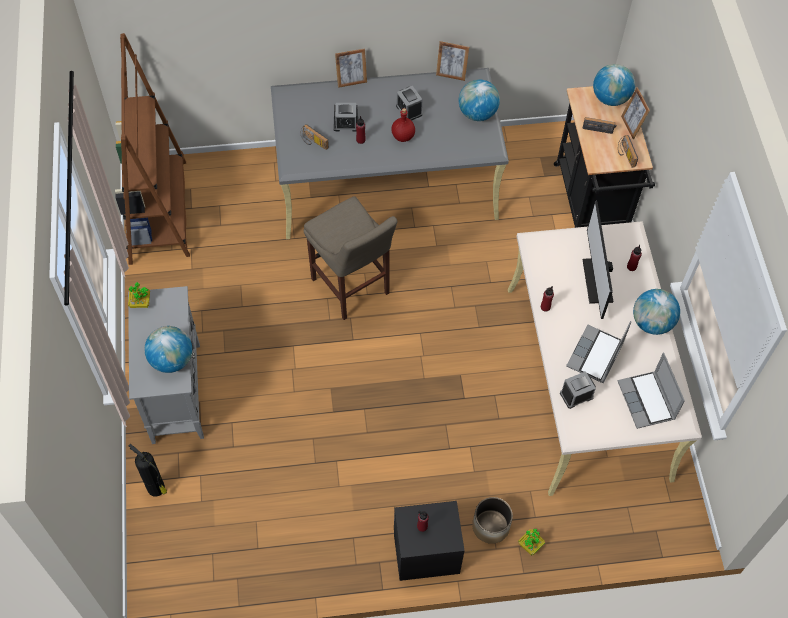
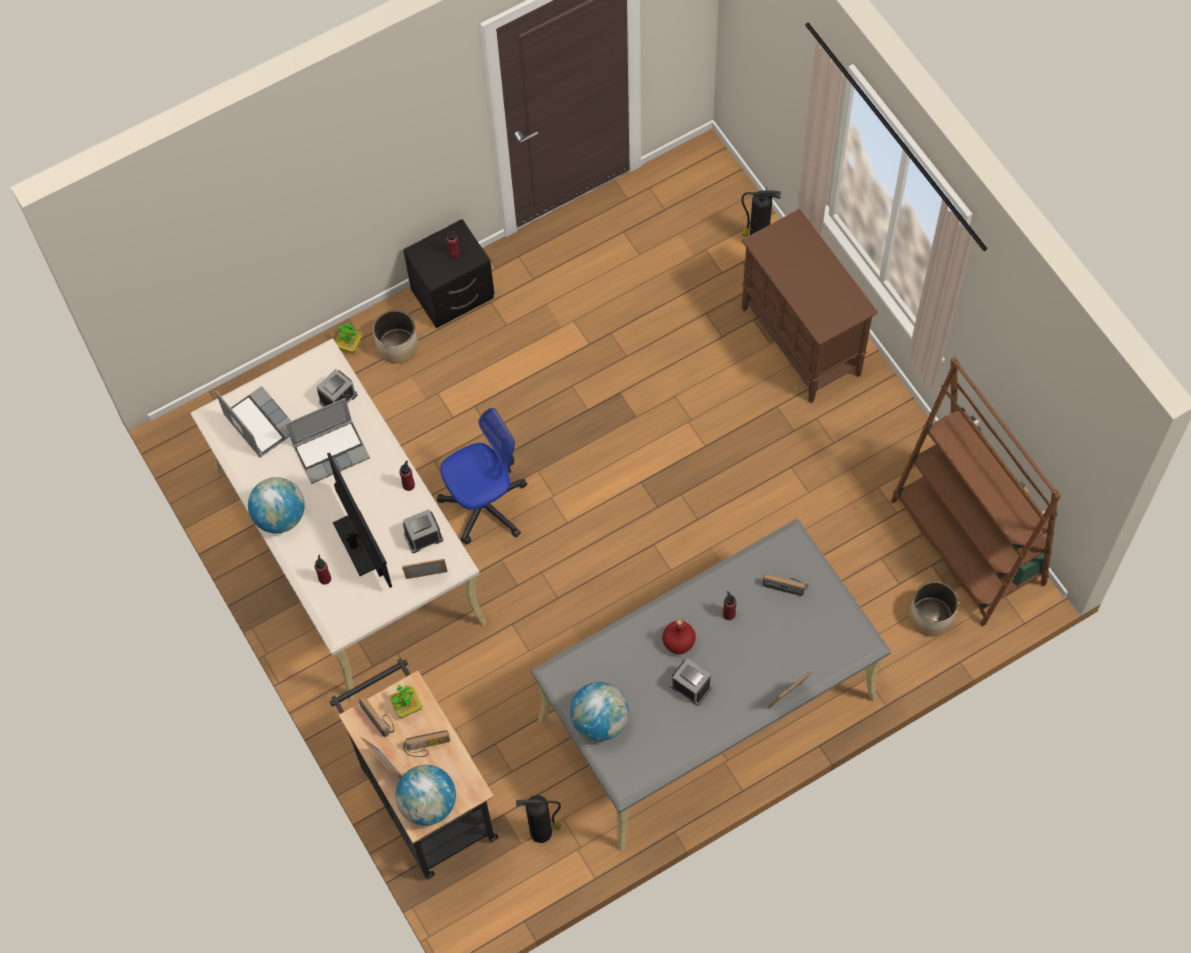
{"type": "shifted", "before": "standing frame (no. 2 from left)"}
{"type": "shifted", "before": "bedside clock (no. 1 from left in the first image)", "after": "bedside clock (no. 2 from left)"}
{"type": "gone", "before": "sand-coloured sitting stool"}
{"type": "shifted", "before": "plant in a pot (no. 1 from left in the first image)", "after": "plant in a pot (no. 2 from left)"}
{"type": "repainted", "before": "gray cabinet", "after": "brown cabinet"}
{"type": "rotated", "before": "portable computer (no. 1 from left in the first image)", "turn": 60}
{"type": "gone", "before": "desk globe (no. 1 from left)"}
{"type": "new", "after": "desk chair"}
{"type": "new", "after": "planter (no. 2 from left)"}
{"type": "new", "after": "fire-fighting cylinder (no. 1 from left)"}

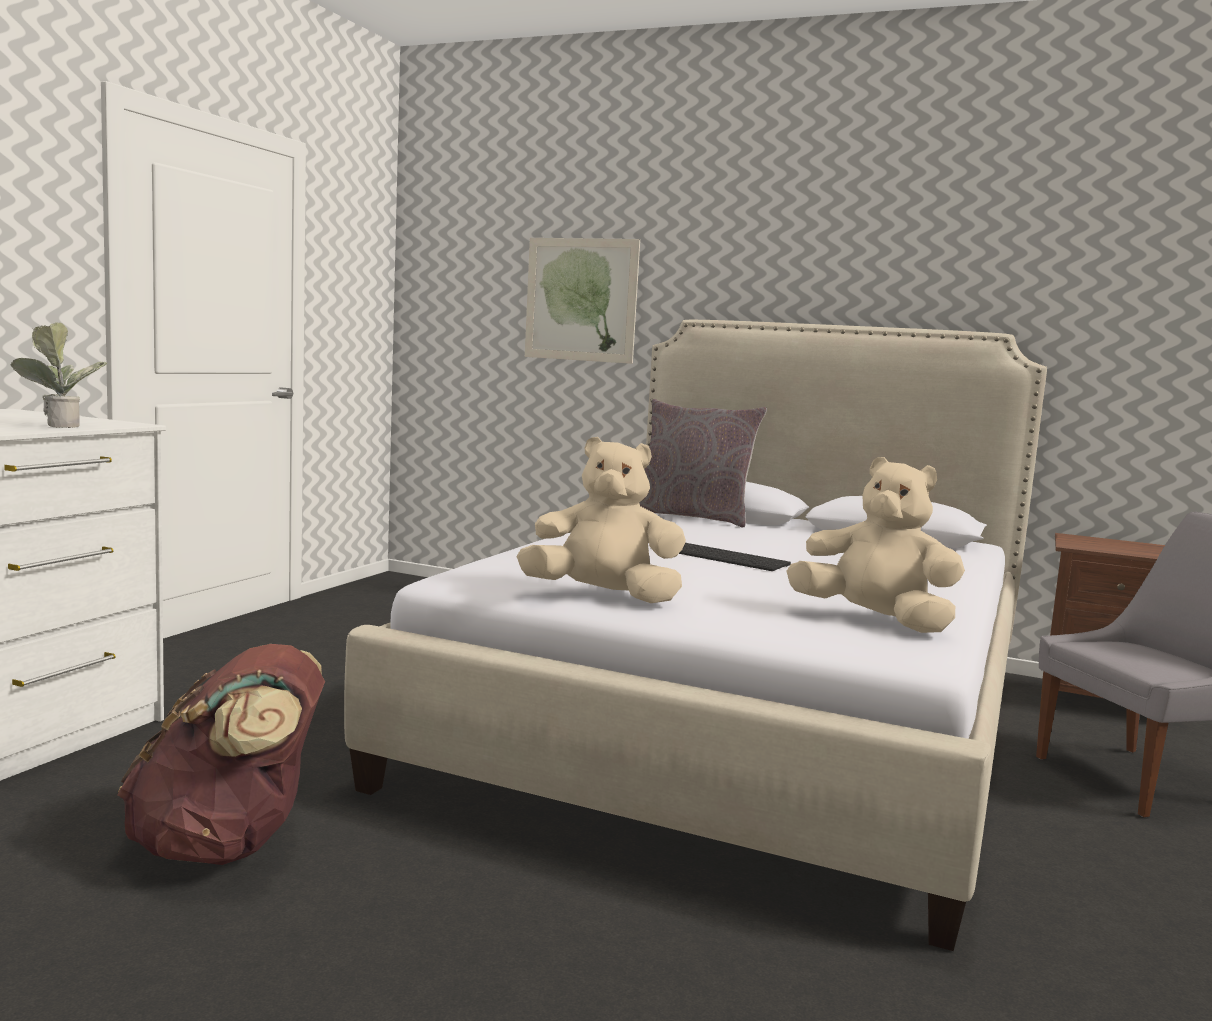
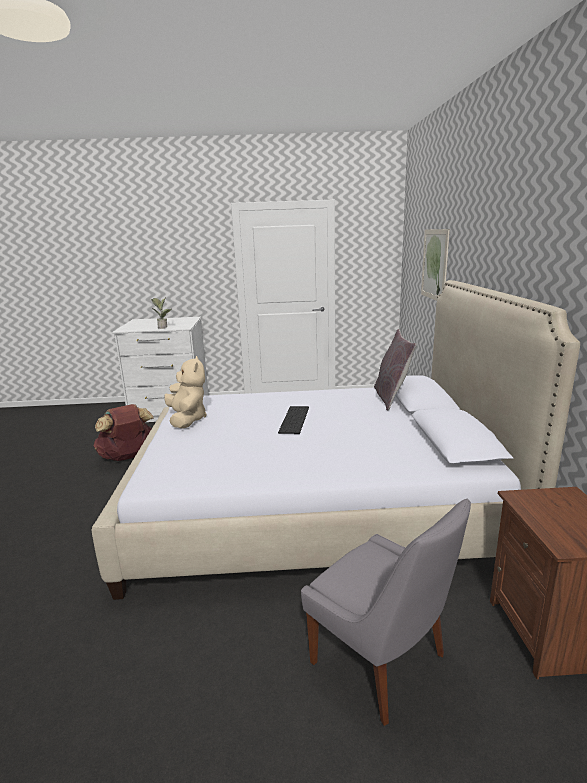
{"type": "gone", "before": "sand-coloured soft toy (no. 2 from left)"}

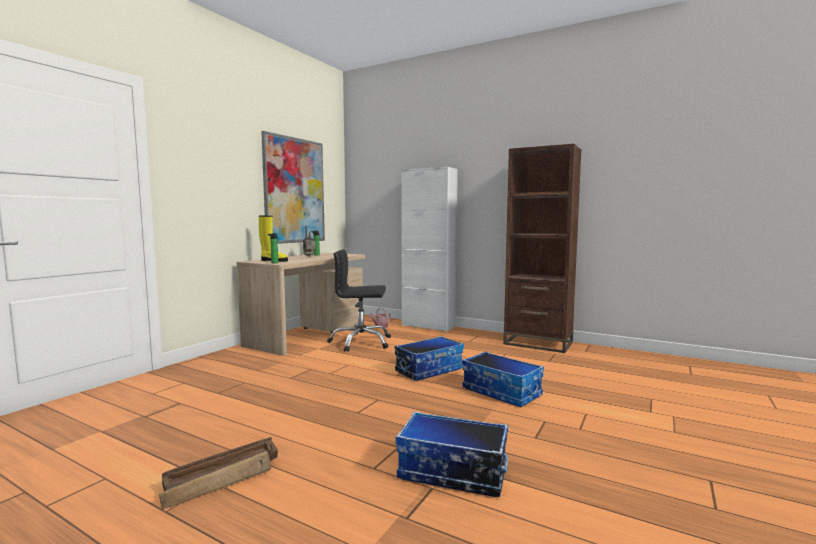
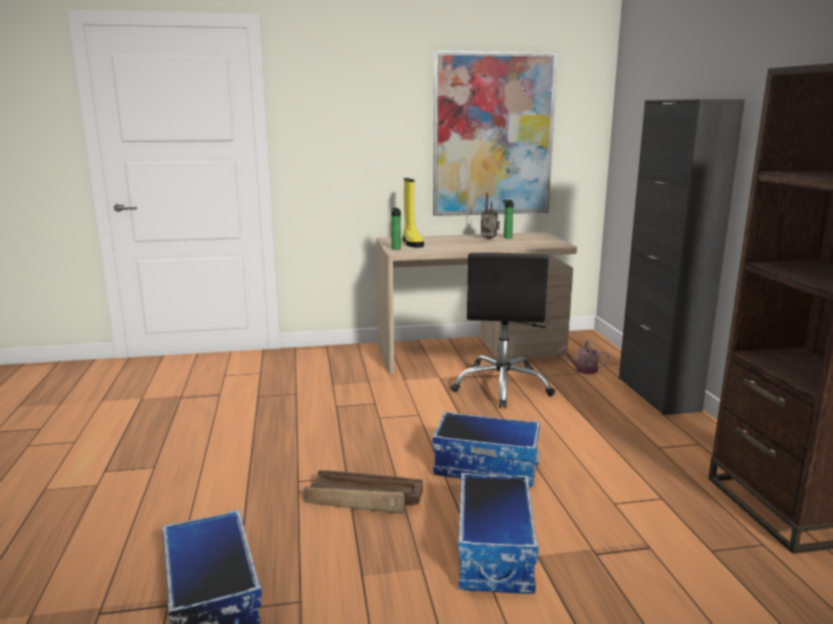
{"type": "repainted", "before": "whitish cabinet", "after": "black-coloured cabinet"}
{"type": "rotated", "before": "black-coloured desk chair", "turn": -135}
{"type": "shifted", "before": "shipping crate"}

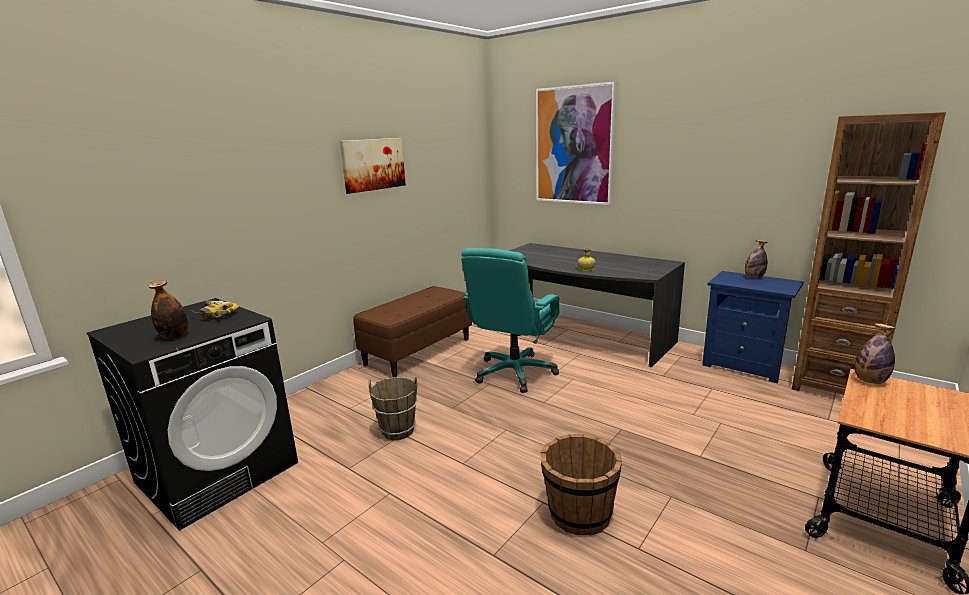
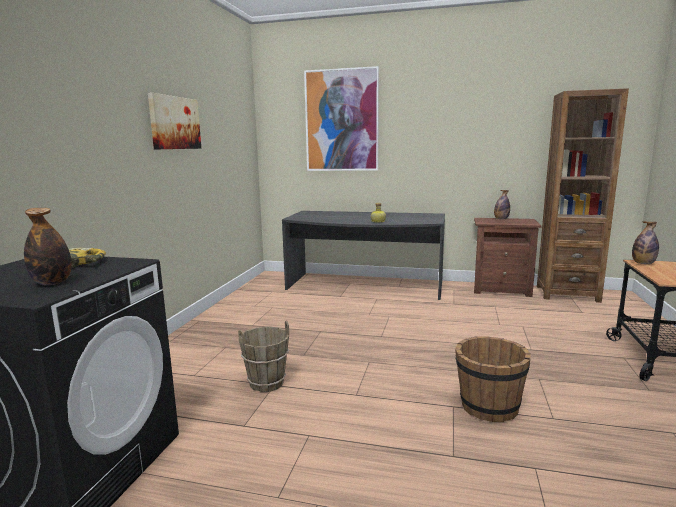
{"type": "gone", "before": "blue-green desk chair"}
{"type": "repainted", "before": "blue-coloured bedside table", "after": "brown bedside table"}
{"type": "gone", "before": "brown long seat"}

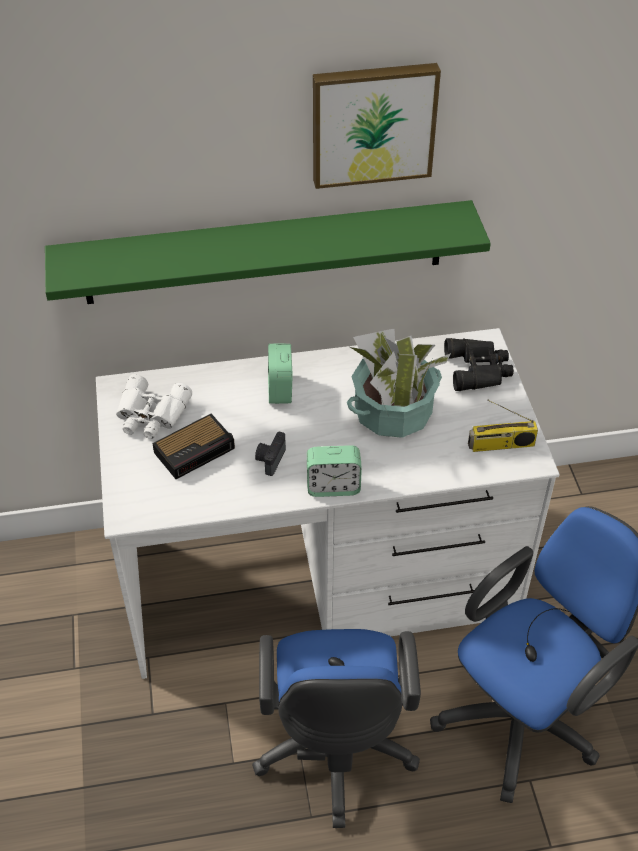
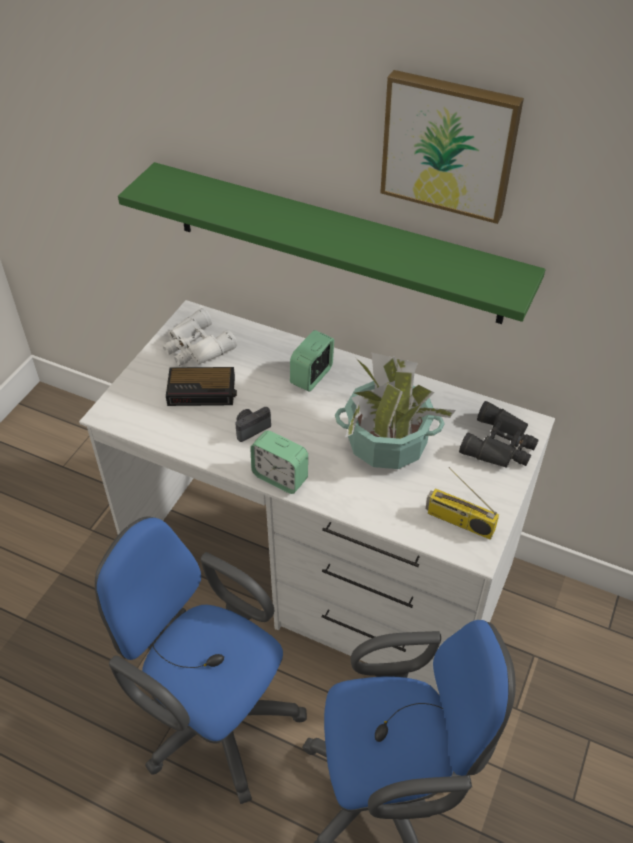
{"type": "rotated", "before": "blue-coloured desk chair (no. 1 from left)", "turn": 90}

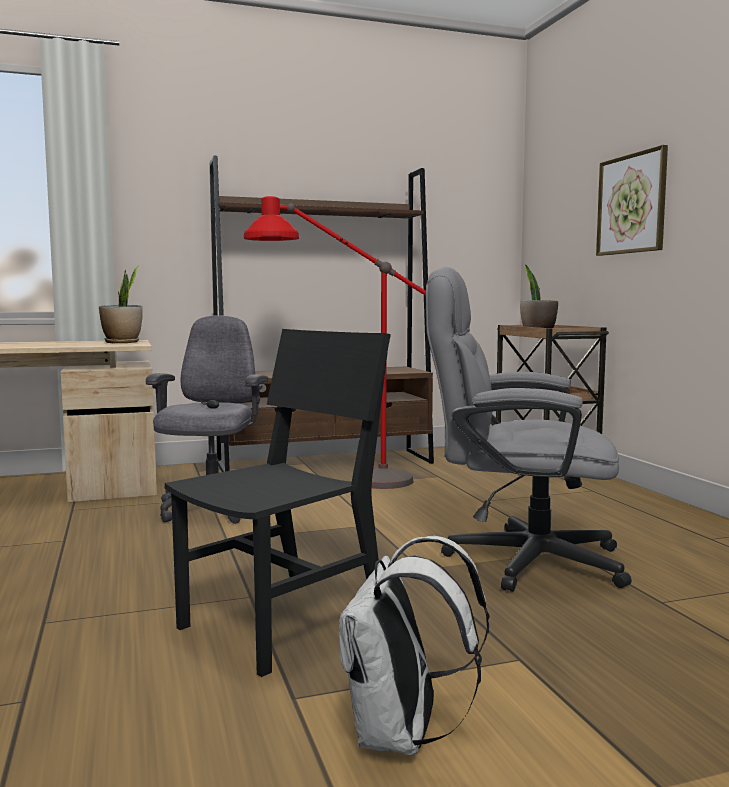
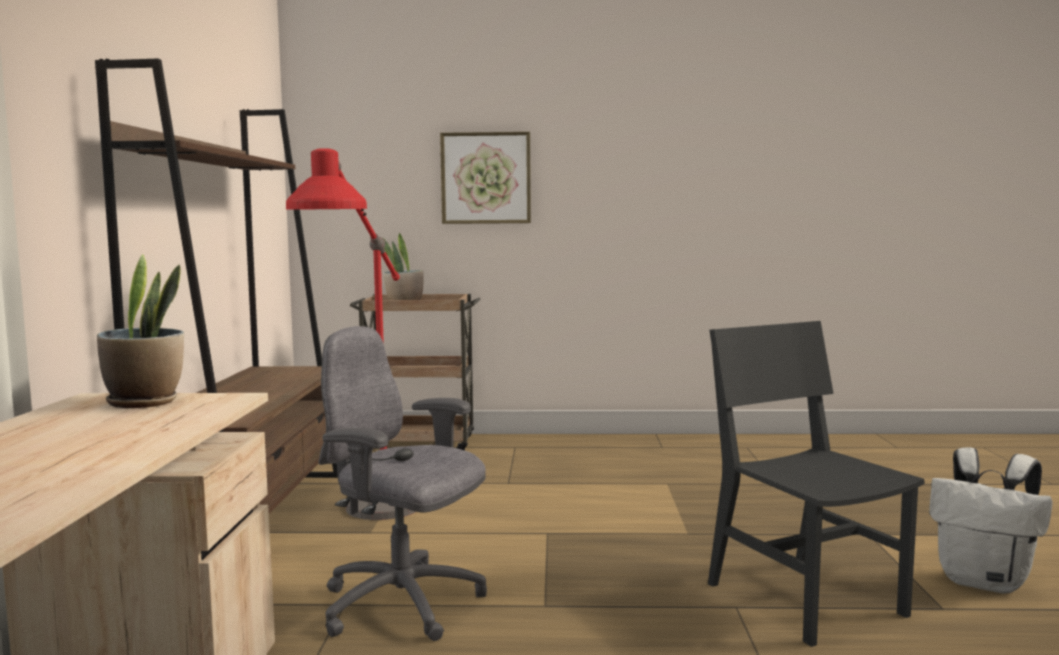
{"type": "gone", "before": "gray desk chair (no. 2 from left)"}

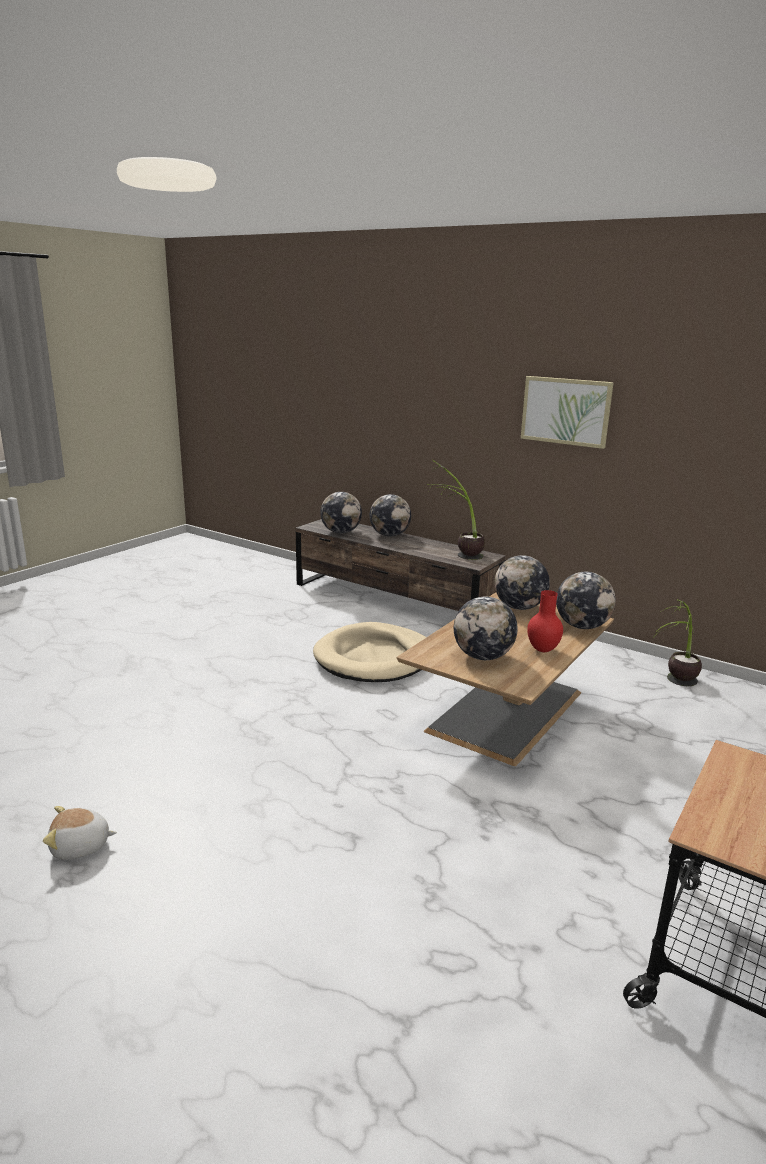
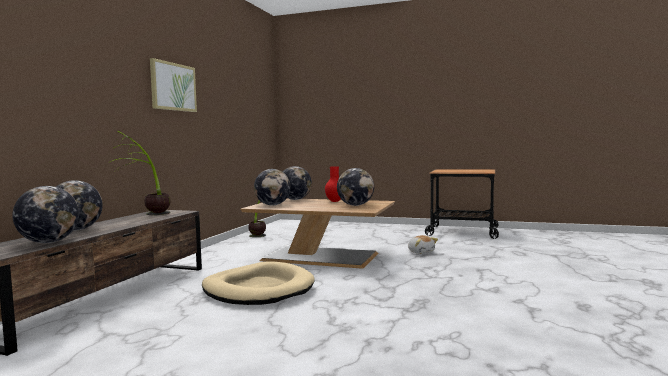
{"type": "shifted", "before": "soft toy"}

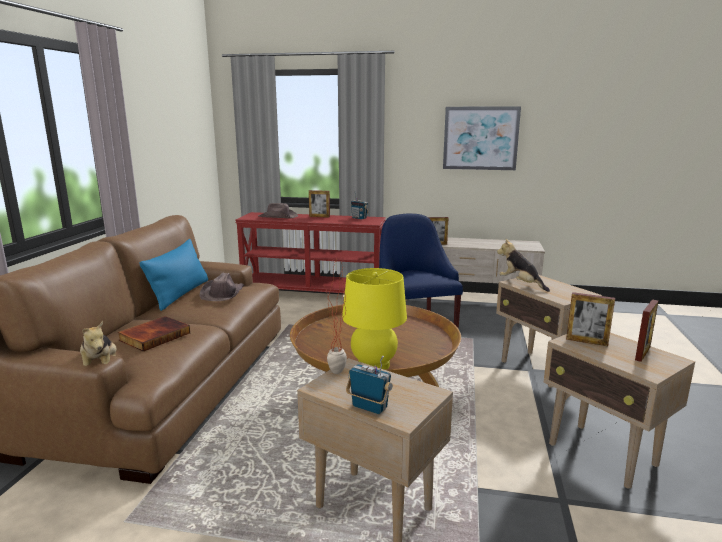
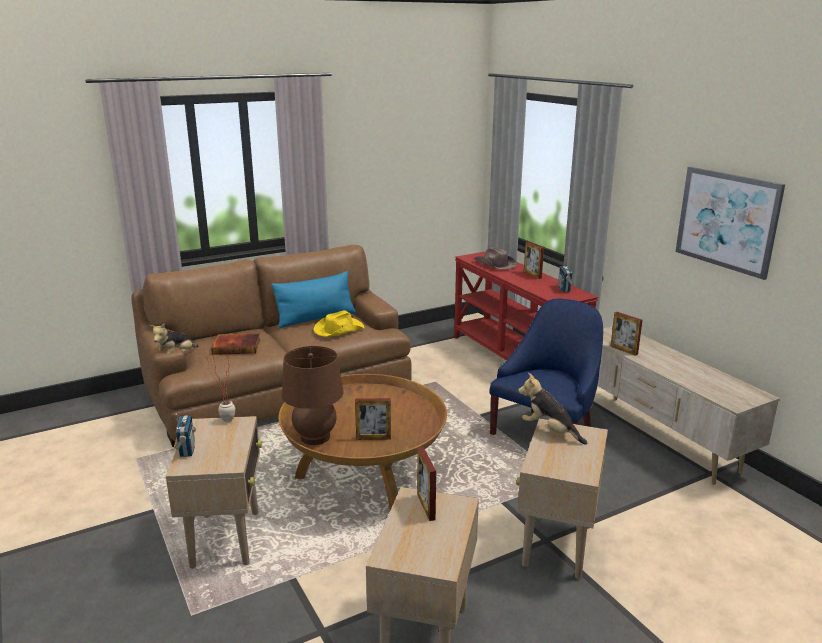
{"type": "rotated", "before": "soft toy (no. 2 from left)", "turn": -60}
{"type": "repainted", "before": "yellow-coloured lamp for a table", "after": "brown lamp for a table"}
{"type": "repainted", "before": "brown hat (no. 1 from left)", "after": "yellow-coloured hat"}
{"type": "shifted", "before": "standing frame (no. 4 from left in the first image)", "after": "standing frame (no. 1 from left)"}

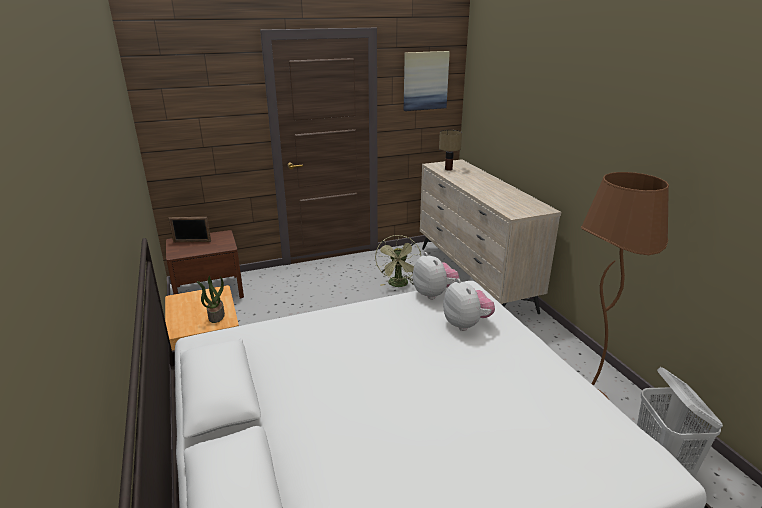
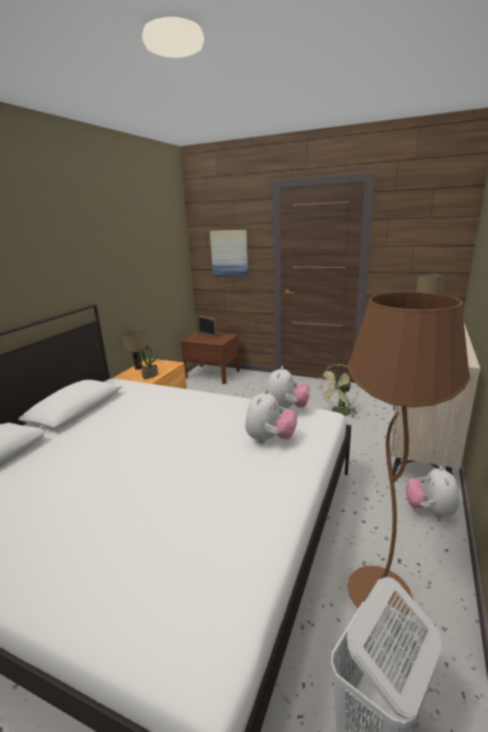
{"type": "shifted", "before": "picture"}
{"type": "new", "after": "lamp for a table (no. 1 from left)"}
{"type": "new", "after": "soft toy (no. 3 from left)"}

